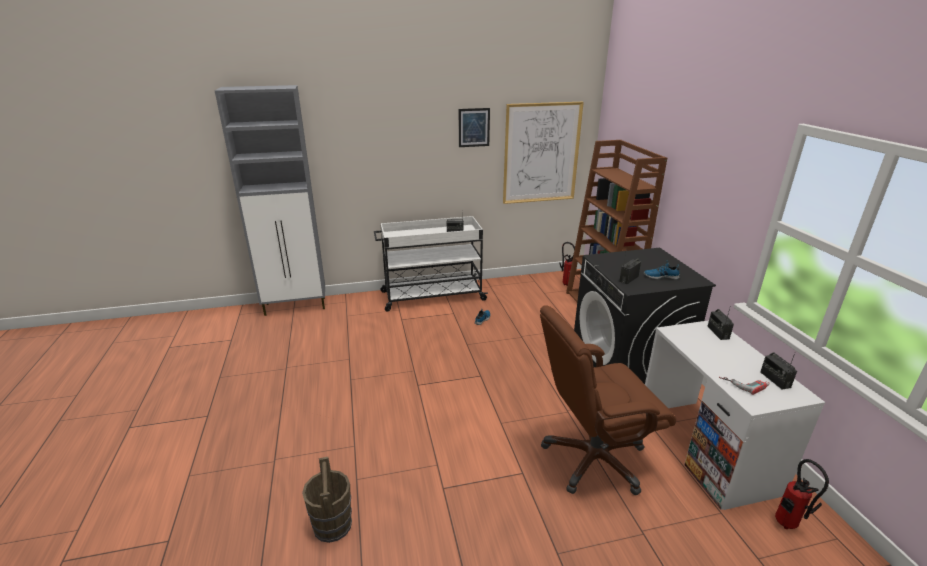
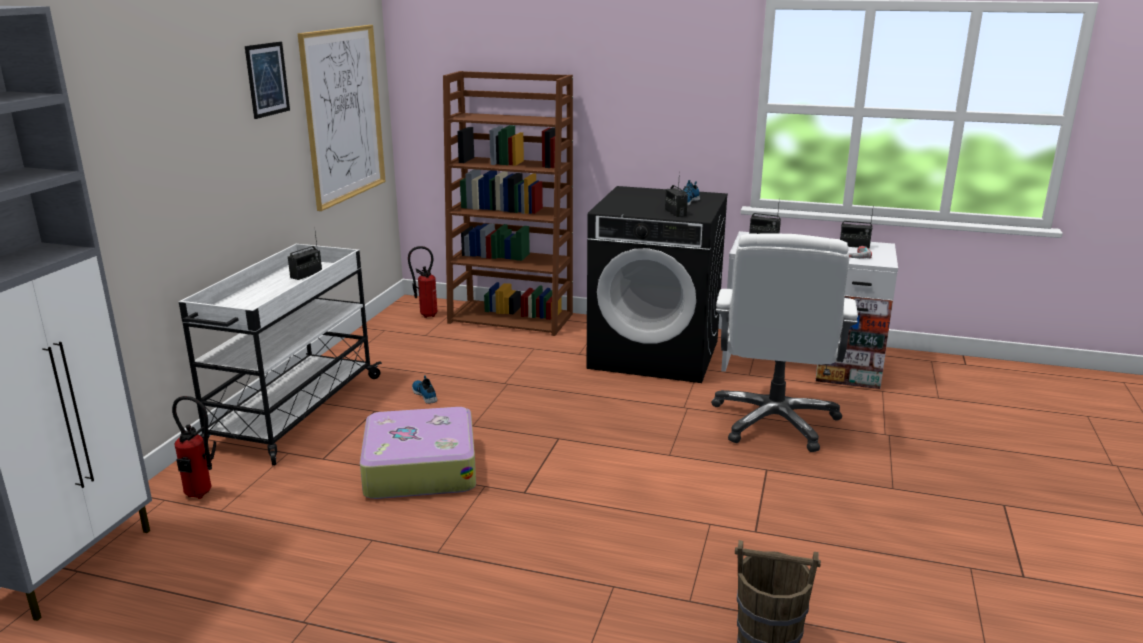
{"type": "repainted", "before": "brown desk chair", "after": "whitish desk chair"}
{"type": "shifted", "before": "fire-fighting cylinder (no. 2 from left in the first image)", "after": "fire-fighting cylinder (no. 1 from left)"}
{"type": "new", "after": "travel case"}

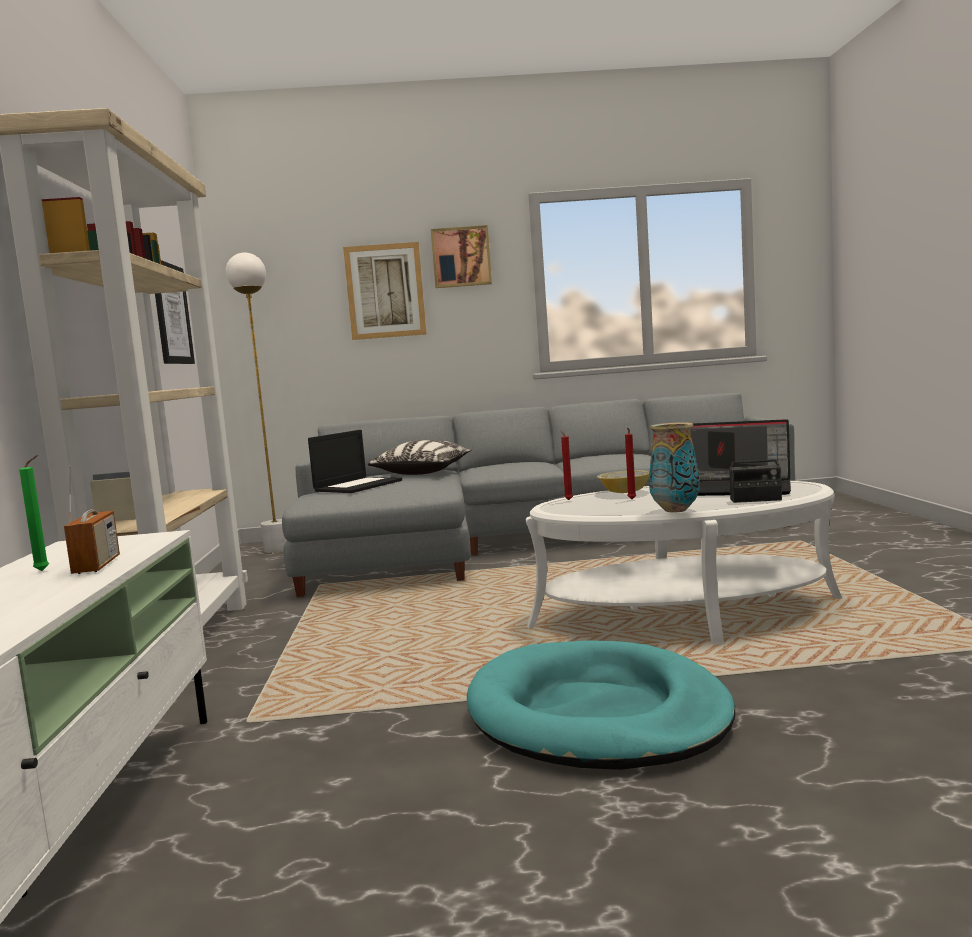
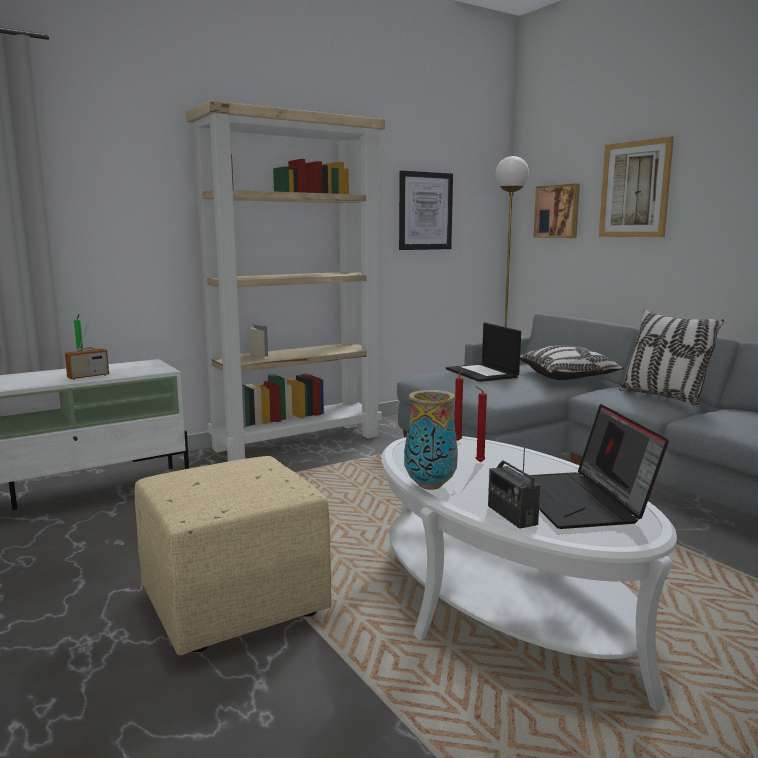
{"type": "shifted", "before": "picture (no. 3 from left in the first image)", "after": "picture (no. 2 from left)"}
{"type": "rotated", "before": "portable computer (no. 1 from left)", "turn": 60}
{"type": "gone", "before": "bowl"}
{"type": "swapped", "before": "blue-green dog cushion", "after": "sand-coloured ottoman"}
{"type": "new", "after": "pillow (no. 2 from left)"}

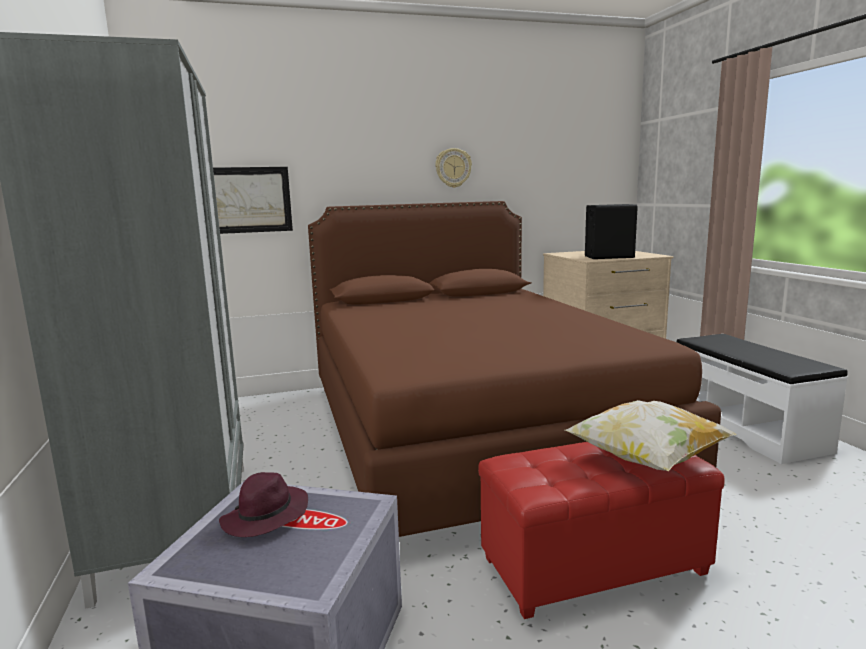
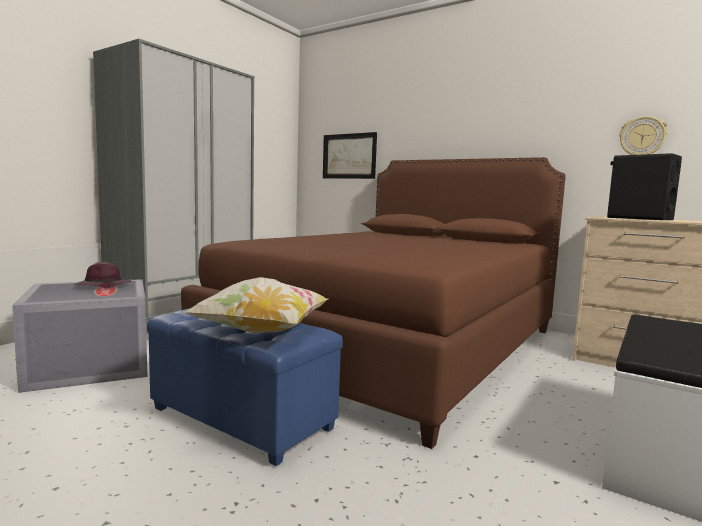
{"type": "shifted", "before": "hanging clock"}
{"type": "repainted", "before": "red-coloured ottoman", "after": "blue-coloured ottoman"}

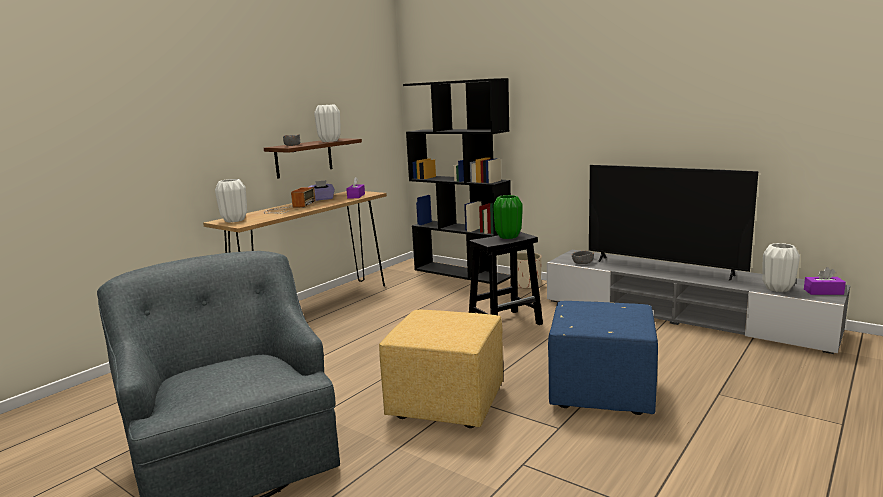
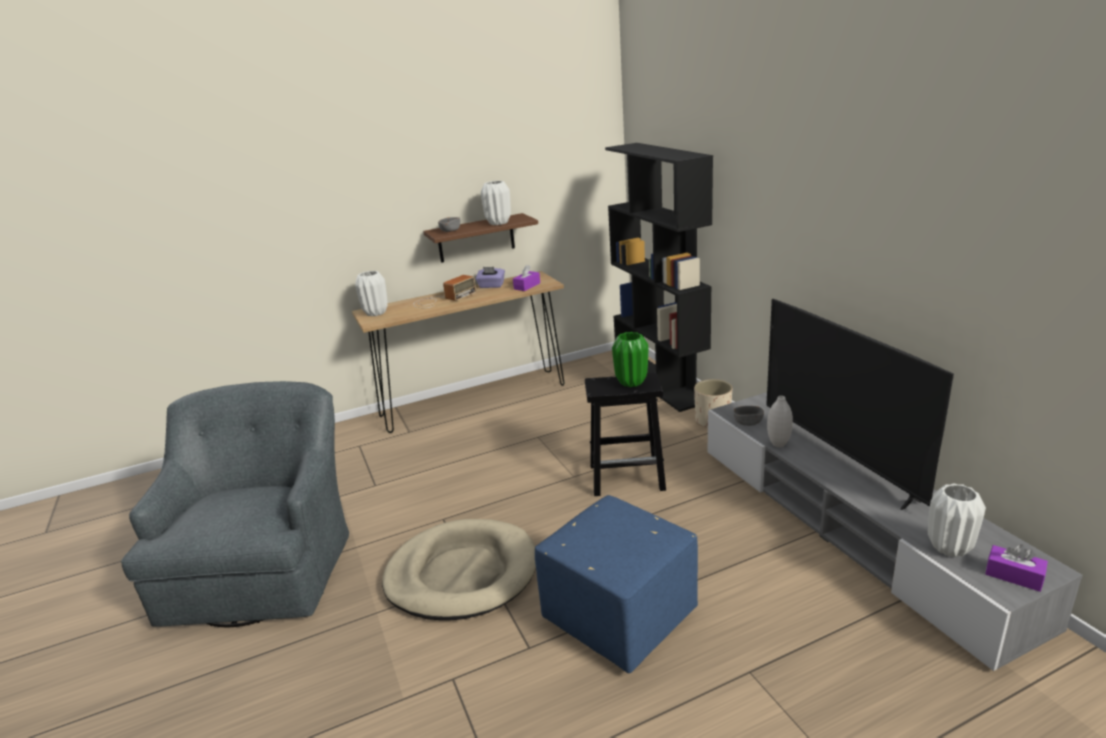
{"type": "swapped", "before": "yellow-coloured ottoman", "after": "sand-coloured dog cushion"}
{"type": "new", "after": "whitish vase (no. 3 from left)"}

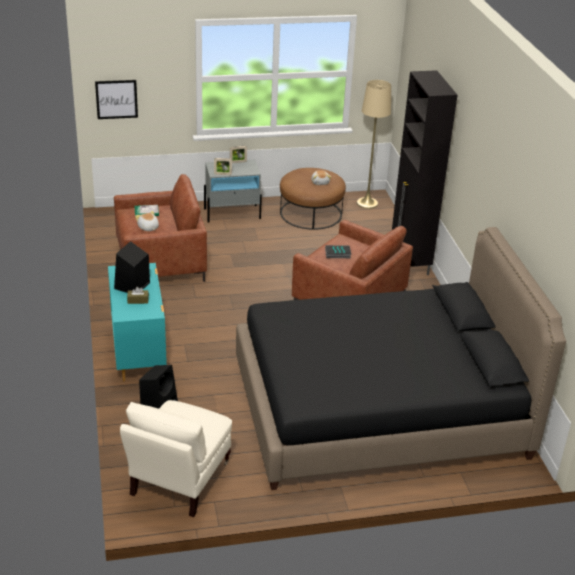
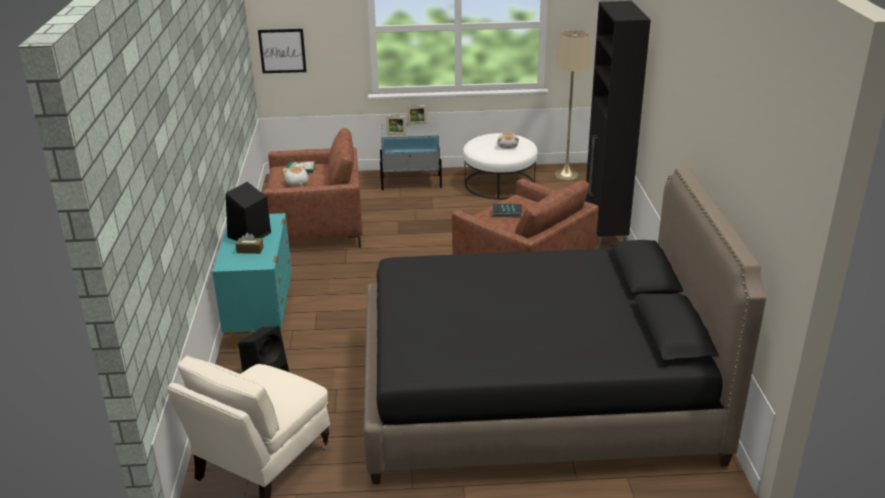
{"type": "repainted", "before": "brown ottoman", "after": "whitish ottoman"}

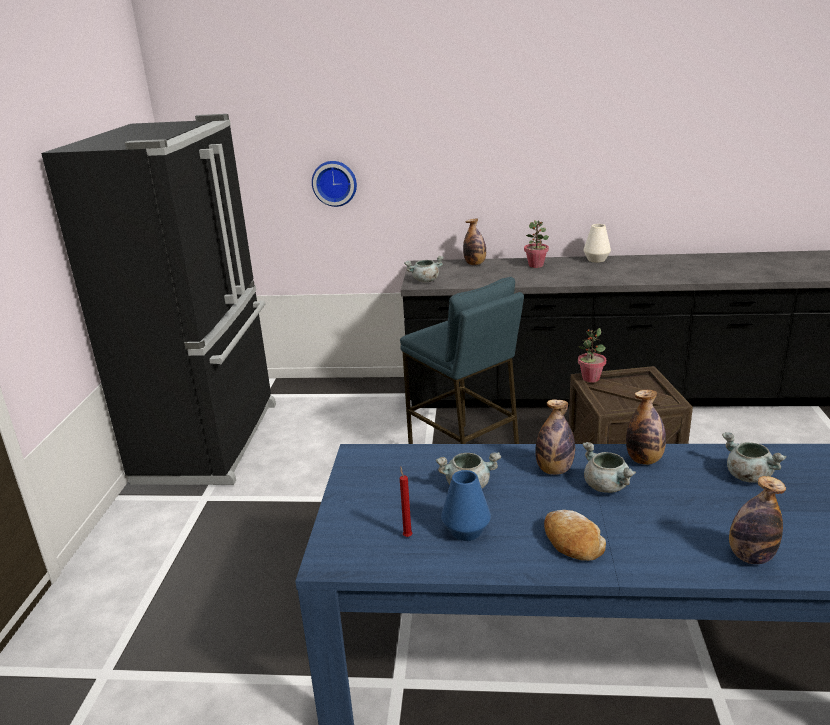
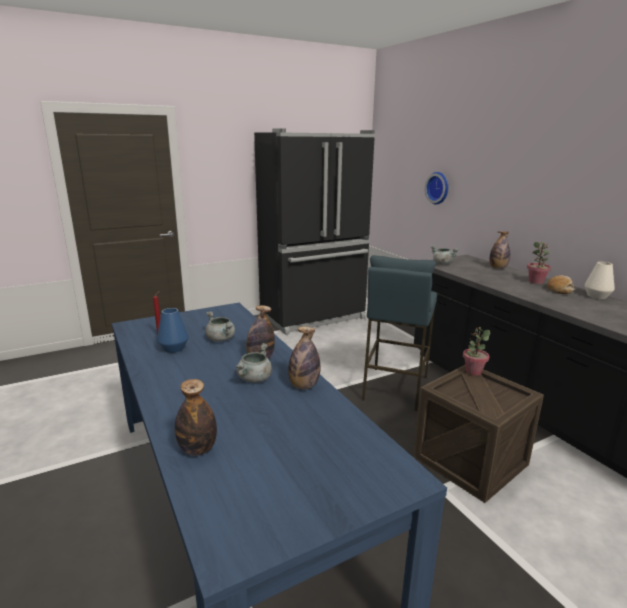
{"type": "gone", "before": "gray cooking pot (no. 4 from left)"}
{"type": "shifted", "before": "baked bread"}

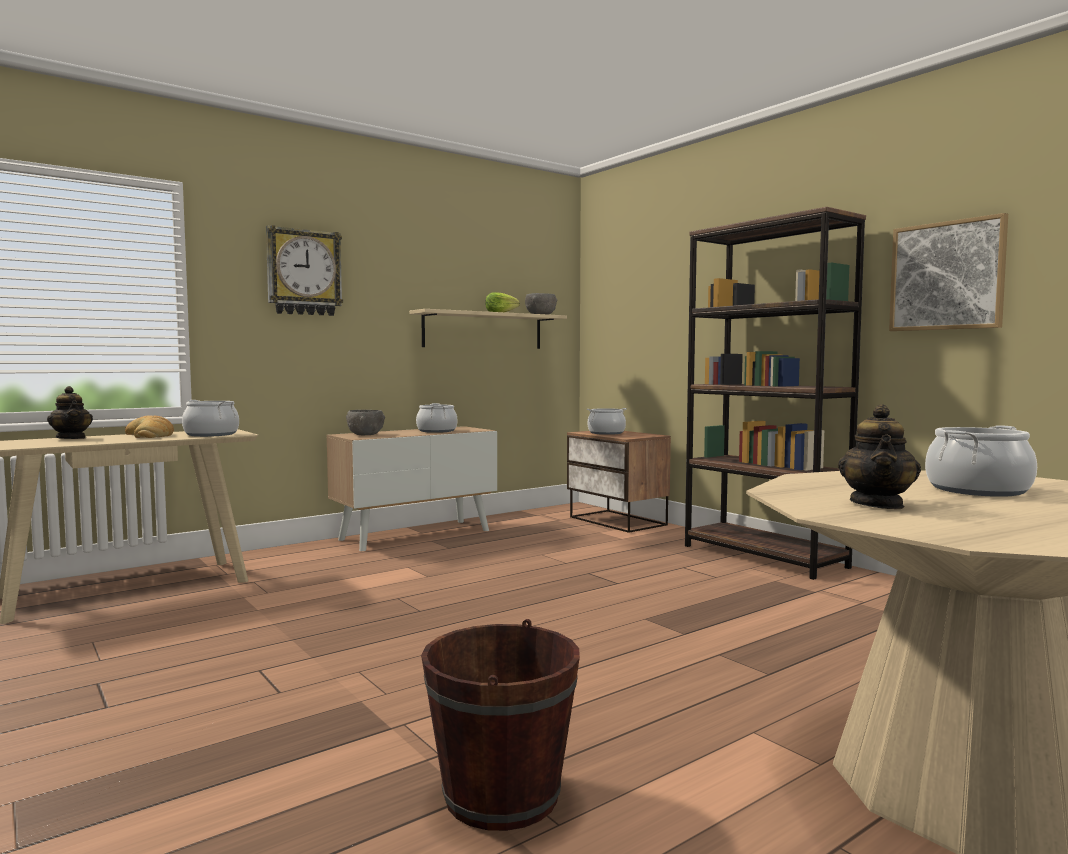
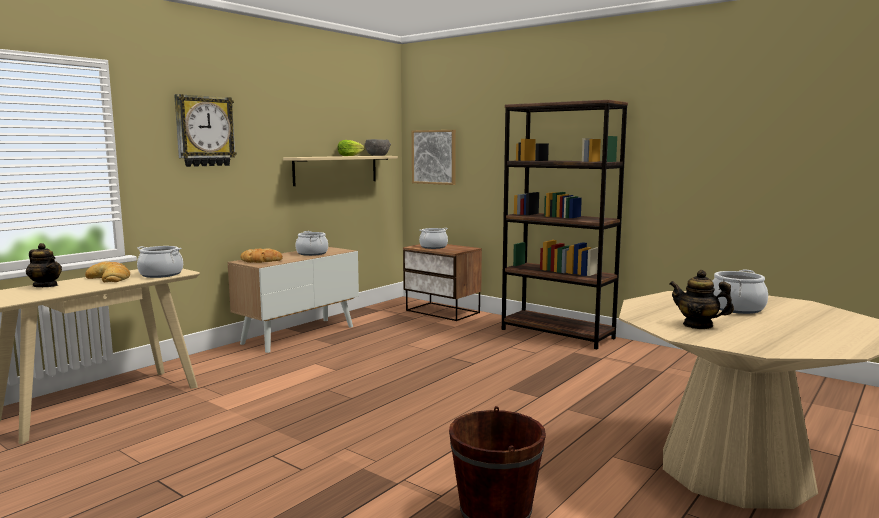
{"type": "shifted", "before": "picture"}
{"type": "rotated", "before": "pot for tea (no. 2 from left)", "turn": 120}
{"type": "swapped", "before": "gray bowl (no. 1 from left)", "after": "baked bread (no. 2 from left)"}

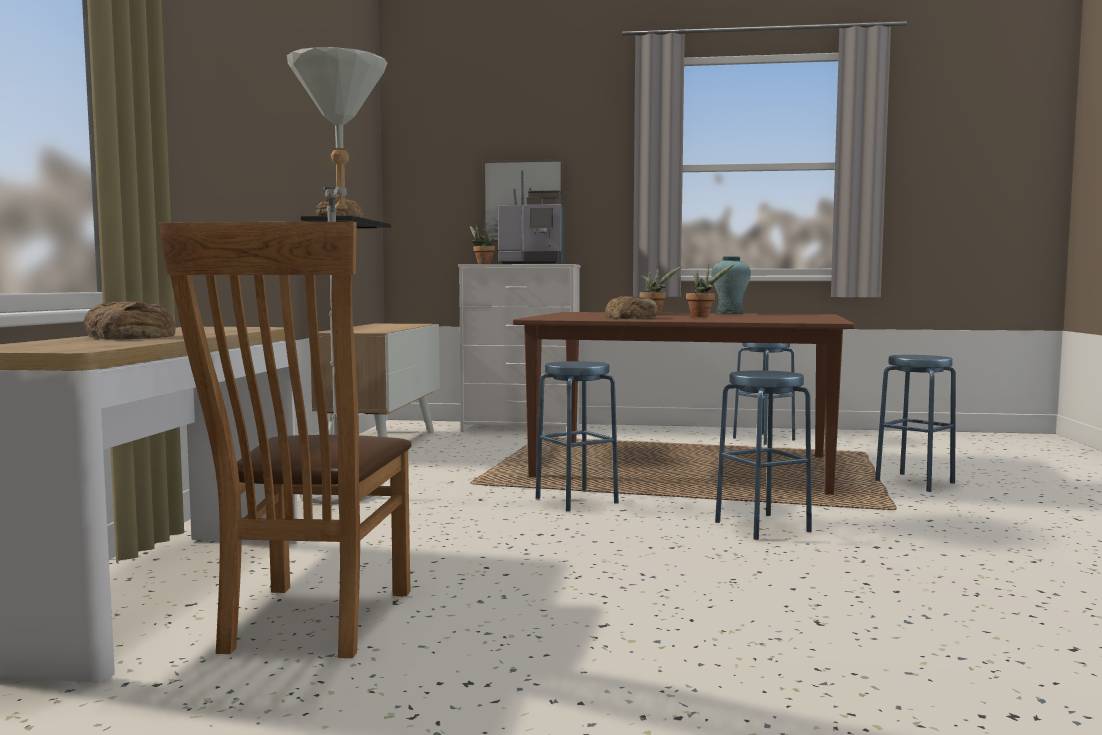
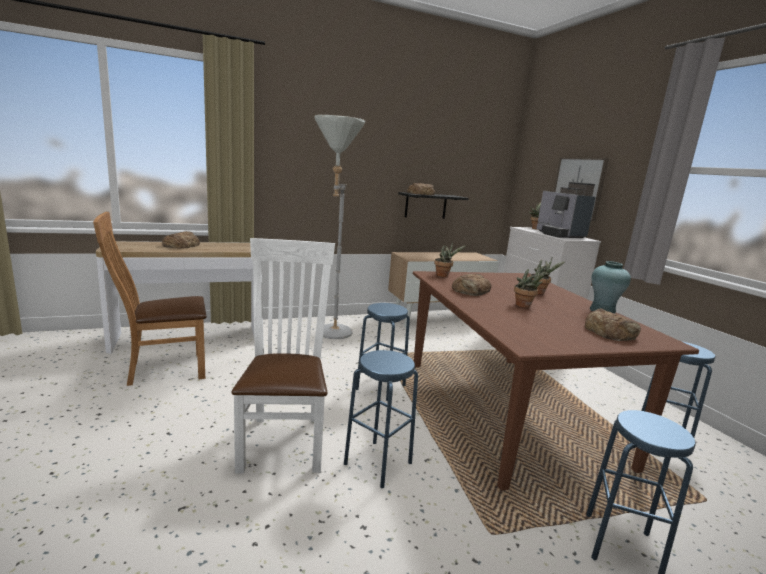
{"type": "new", "after": "whitish upright chair"}
{"type": "new", "after": "plant in a pot (no. 1 from left)"}
{"type": "new", "after": "baked bread (no. 4 from left)"}

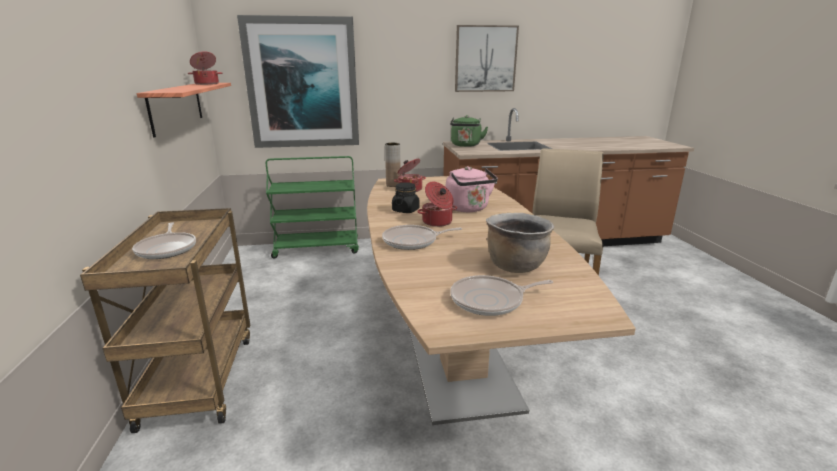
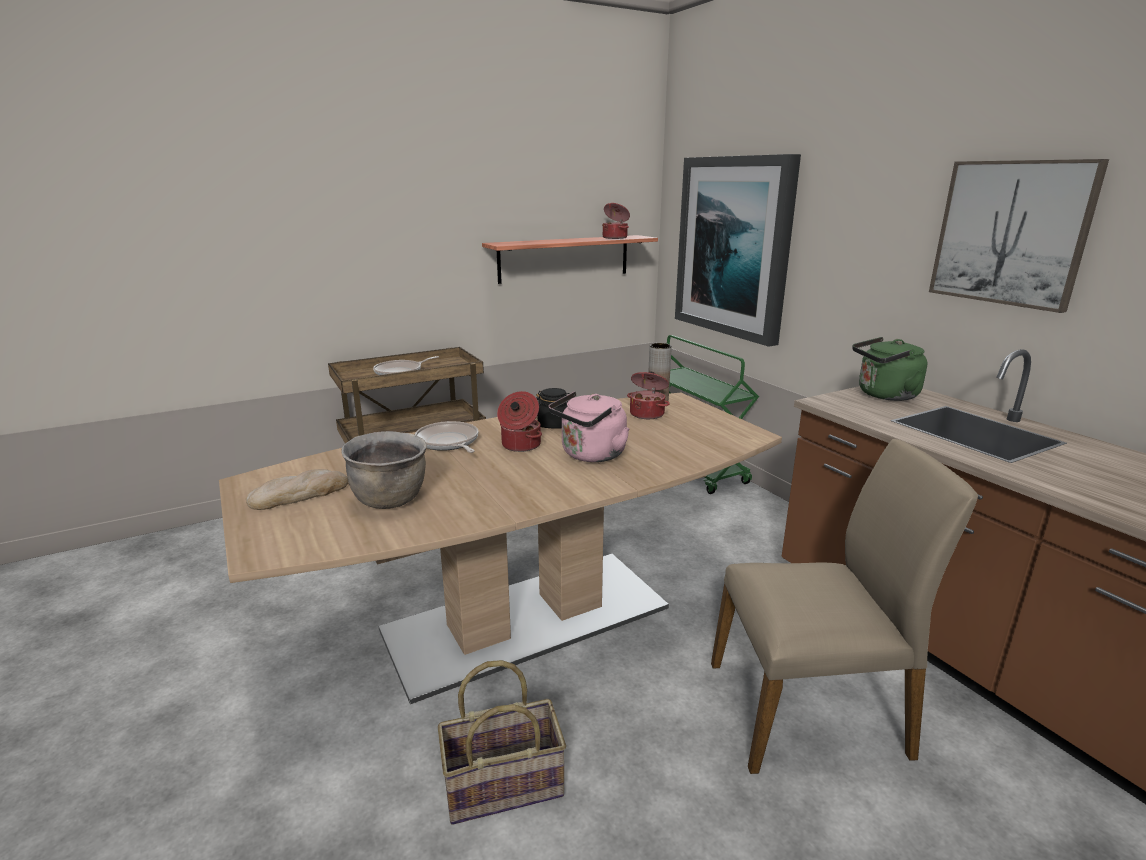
{"type": "swapped", "before": "frying pan (no. 3 from left)", "after": "baked bread"}
{"type": "new", "after": "household basket"}

